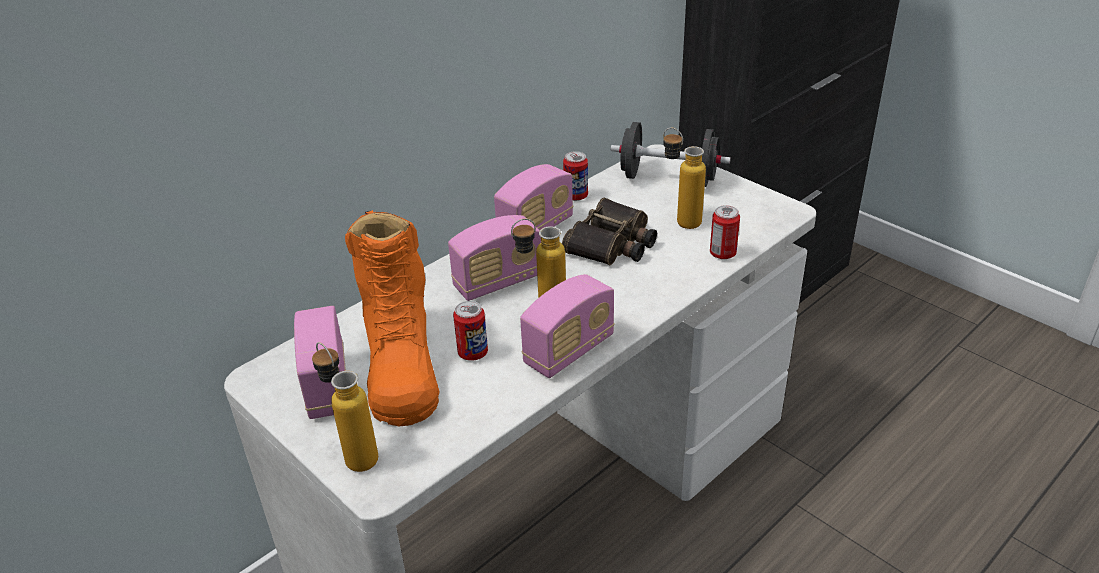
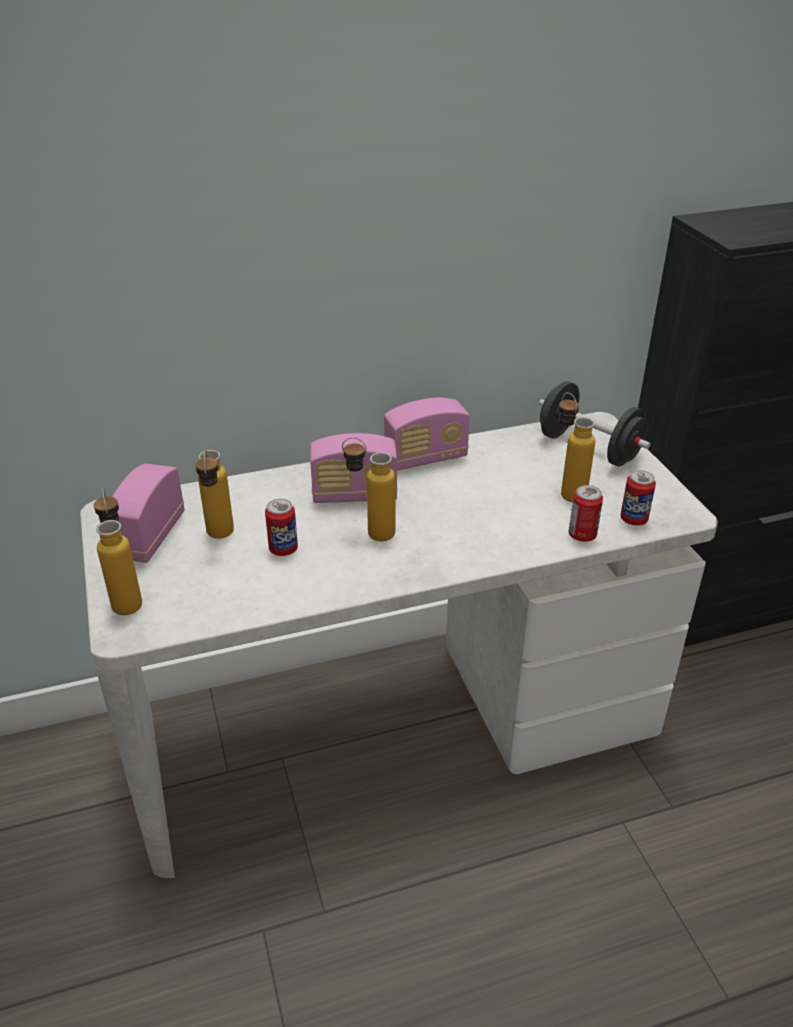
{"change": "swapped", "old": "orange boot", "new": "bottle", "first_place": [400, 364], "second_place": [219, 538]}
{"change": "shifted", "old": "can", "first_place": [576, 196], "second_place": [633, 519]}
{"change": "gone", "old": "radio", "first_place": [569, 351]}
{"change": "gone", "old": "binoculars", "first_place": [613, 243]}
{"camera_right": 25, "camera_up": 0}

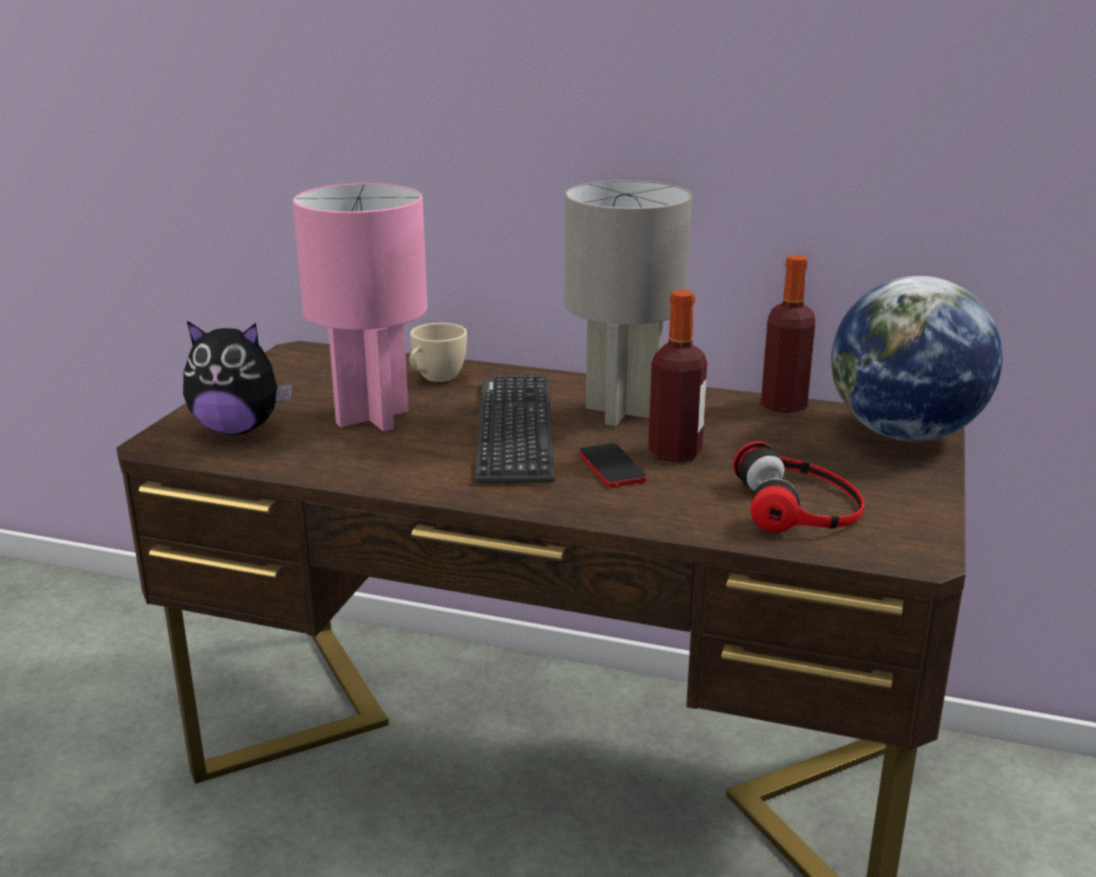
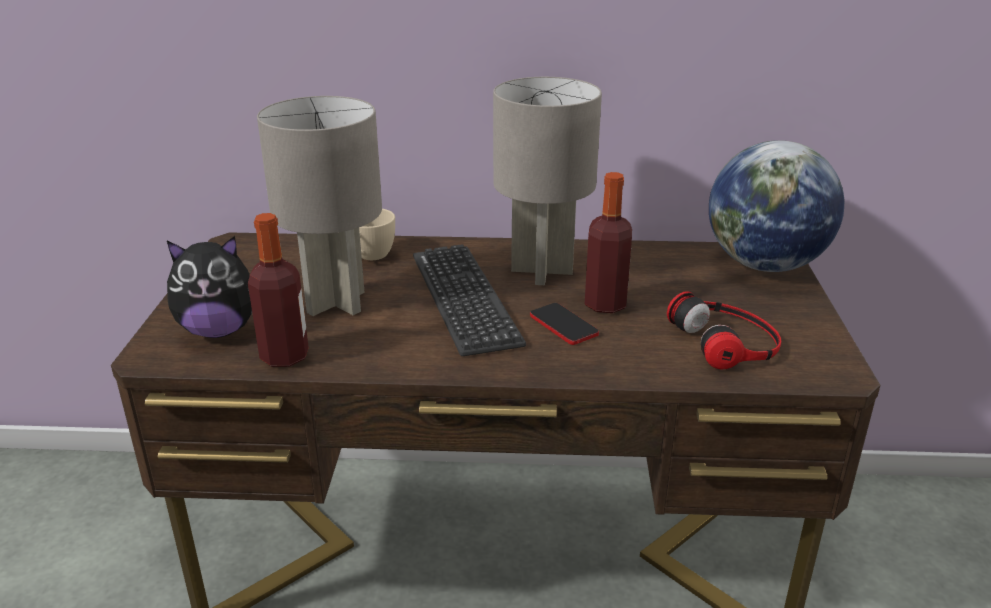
{"change": "shifted", "old": "bottle", "first_place": [784, 405], "second_place": [284, 356]}
{"change": "repainted", "old": "pink table lamp", "new": "grey table lamp", "first_place": [371, 417], "second_place": [334, 302]}
{"camera_right": -15, "camera_up": 5}

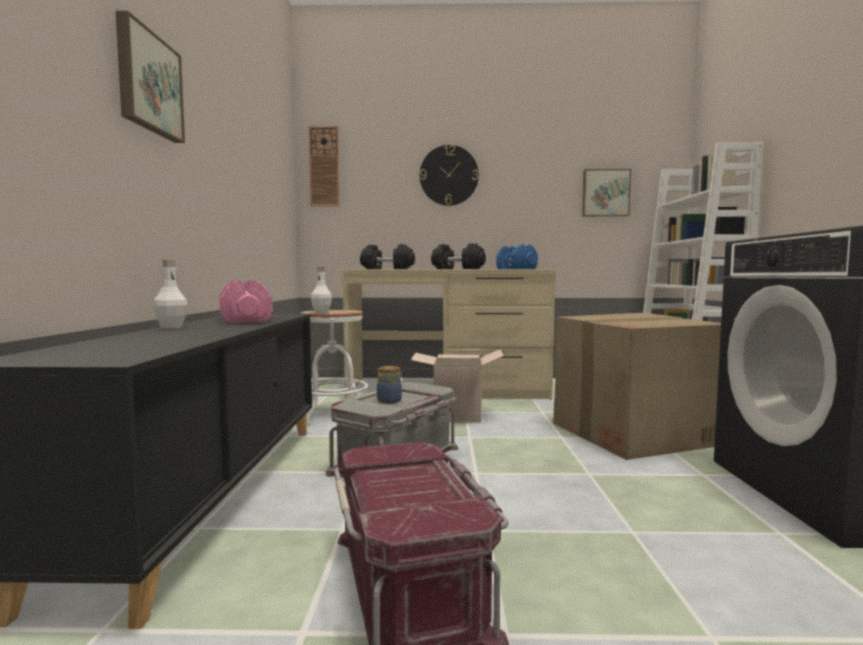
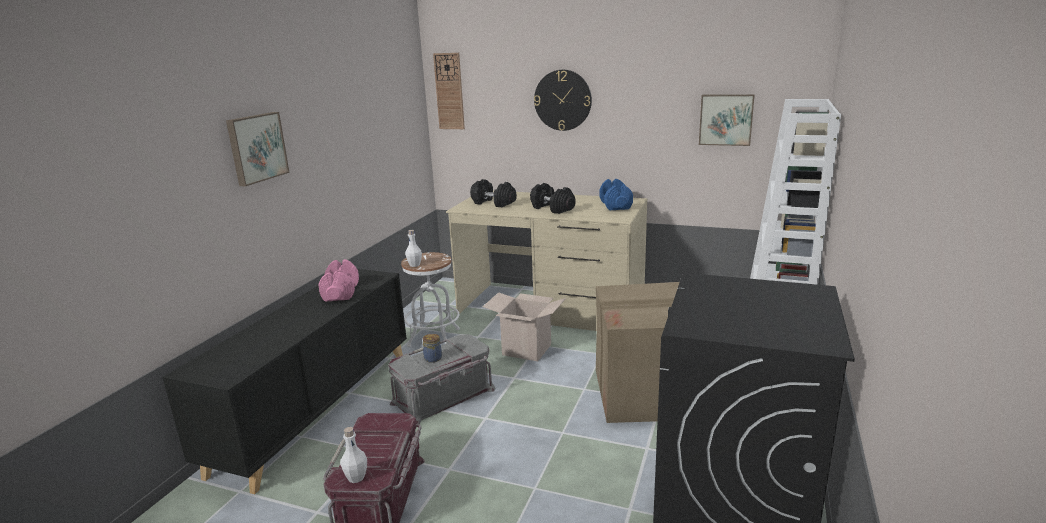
{"change": "shifted", "old": "white bottle", "first_place": [171, 327], "second_place": [356, 477]}
{"camera_right": 20, "camera_up": 15}

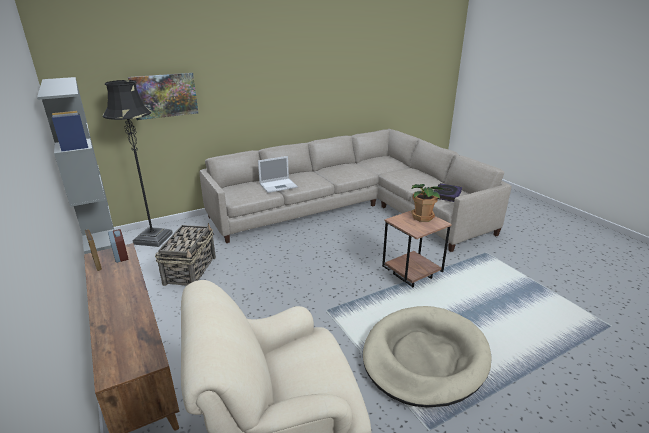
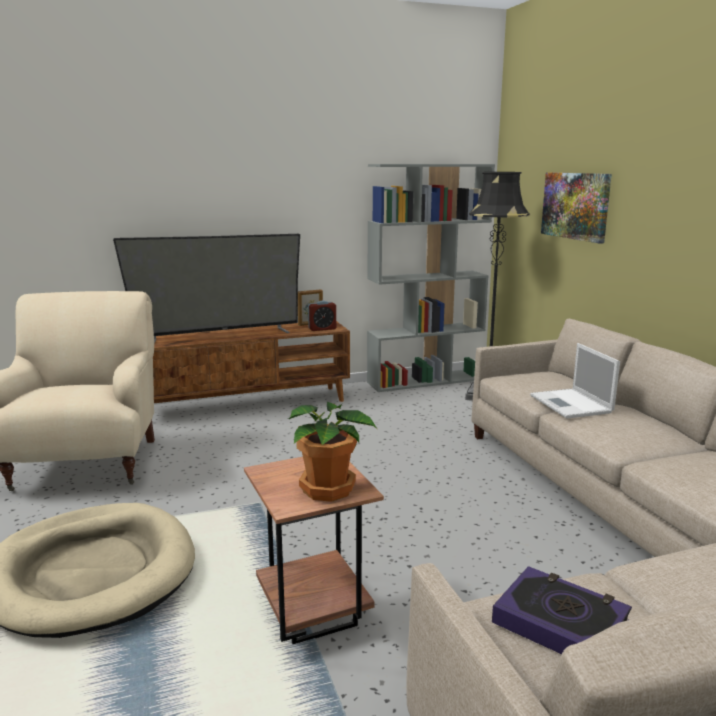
{"change": "new", "new": "television", "second_place": [218, 335]}
{"change": "gone", "old": "basket", "first_place": [190, 270]}
{"camera_right": 100, "camera_up": -10}

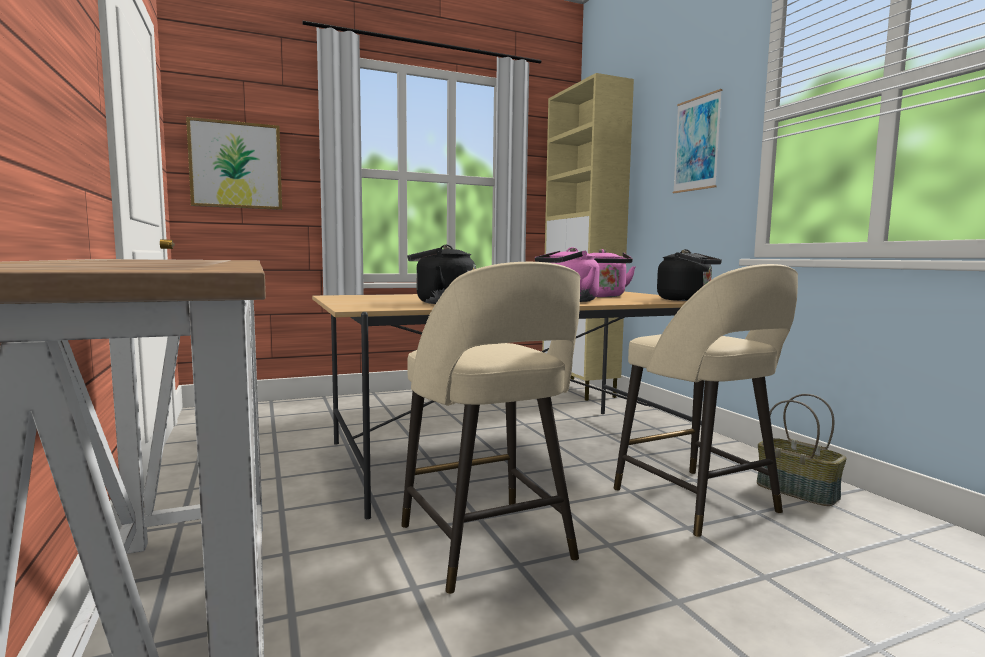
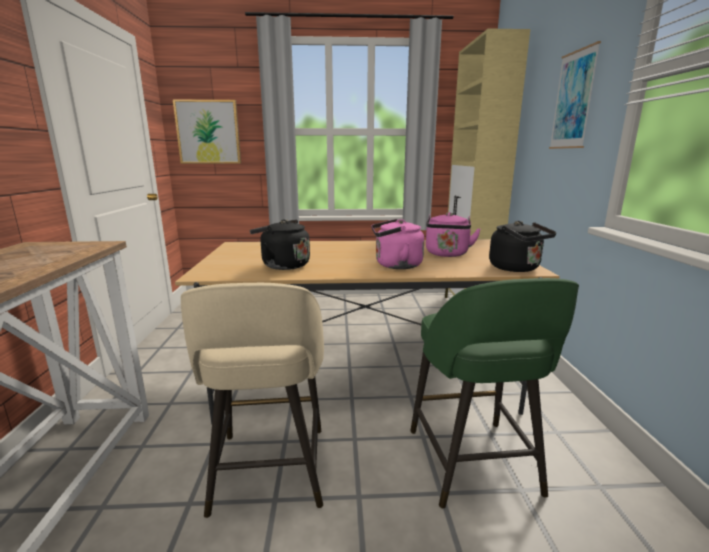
{"change": "repainted", "old": "beige stool", "new": "green stool", "first_place": [698, 502], "second_place": [473, 464]}
{"change": "gone", "old": "basket", "first_place": [798, 491]}
{"camera_right": 20, "camera_up": 10}

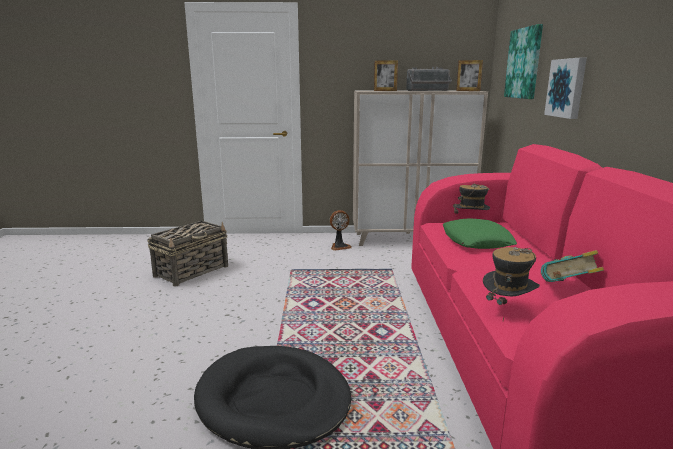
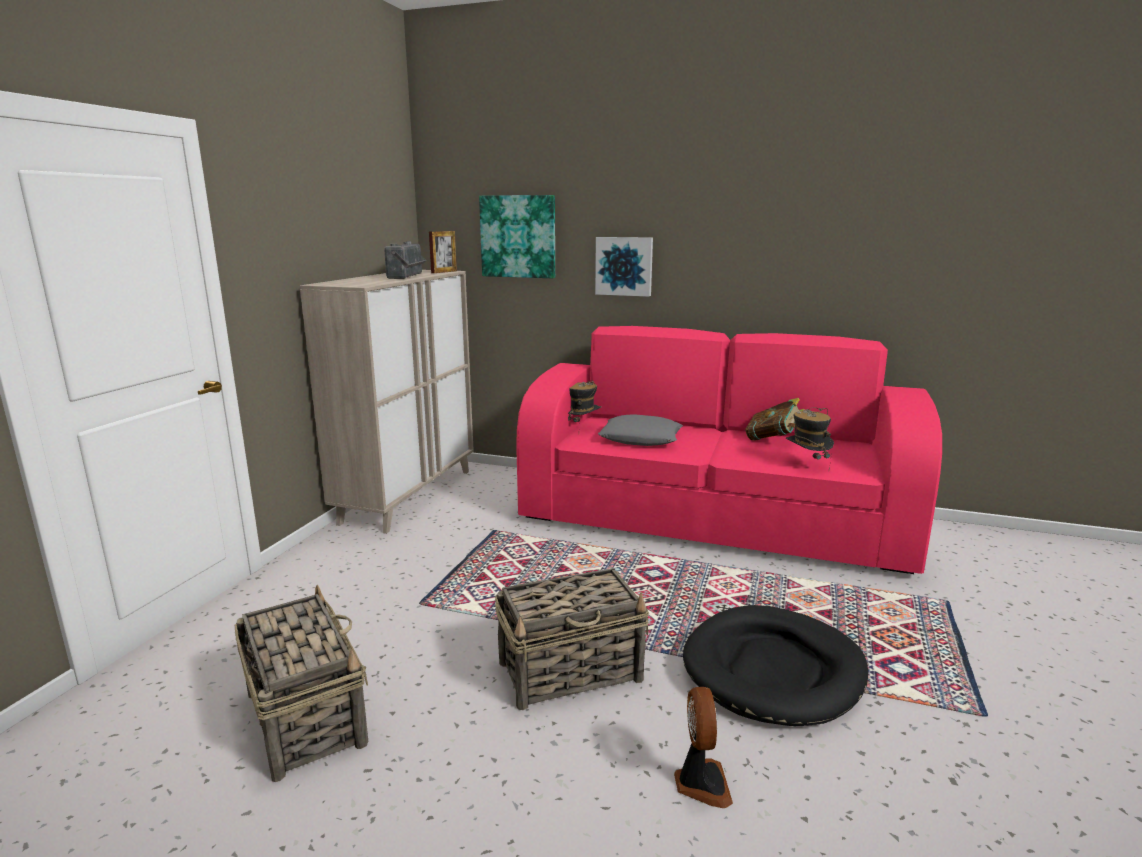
{"change": "new", "new": "basket", "second_place": [572, 671]}
{"change": "repainted", "old": "green pillow", "new": "grey pillow", "first_place": [477, 241], "second_place": [640, 438]}
{"change": "shifted", "old": "fan", "first_place": [339, 246], "second_place": [700, 783]}
{"change": "gone", "old": "picture frame", "first_place": [385, 90]}
{"camera_right": -70, "camera_up": 0}

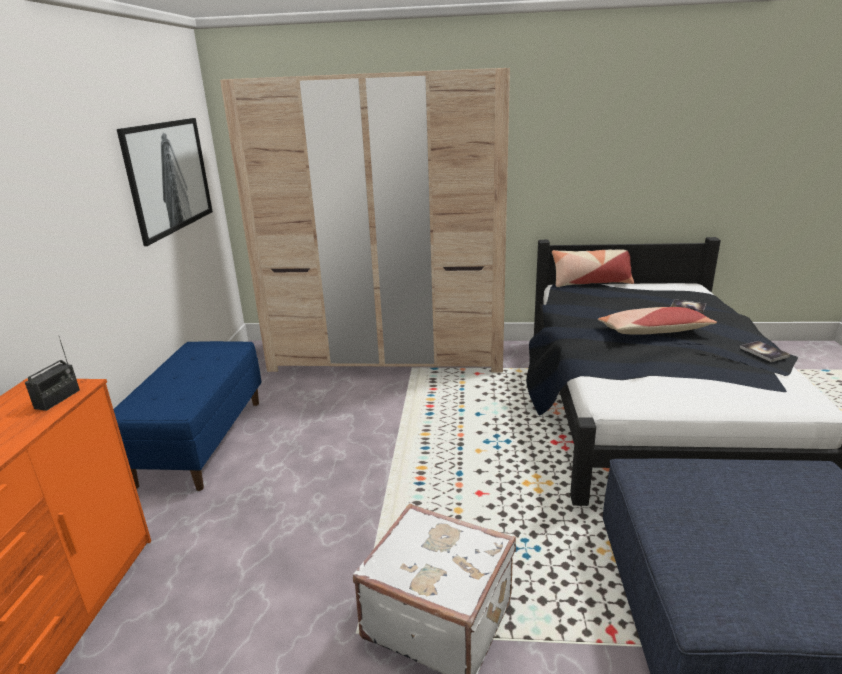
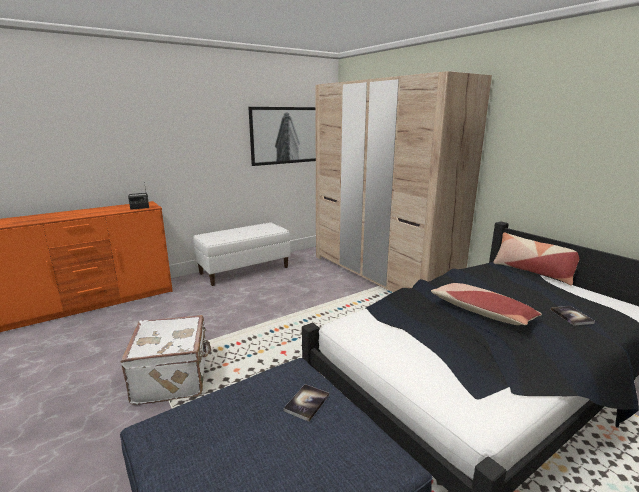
{"change": "repainted", "old": "blue bench", "new": "white bench", "first_place": [201, 440], "second_place": [244, 270]}
{"change": "shifted", "old": "book", "first_place": [764, 352], "second_place": [306, 403]}
{"camera_right": 50, "camera_up": -5}

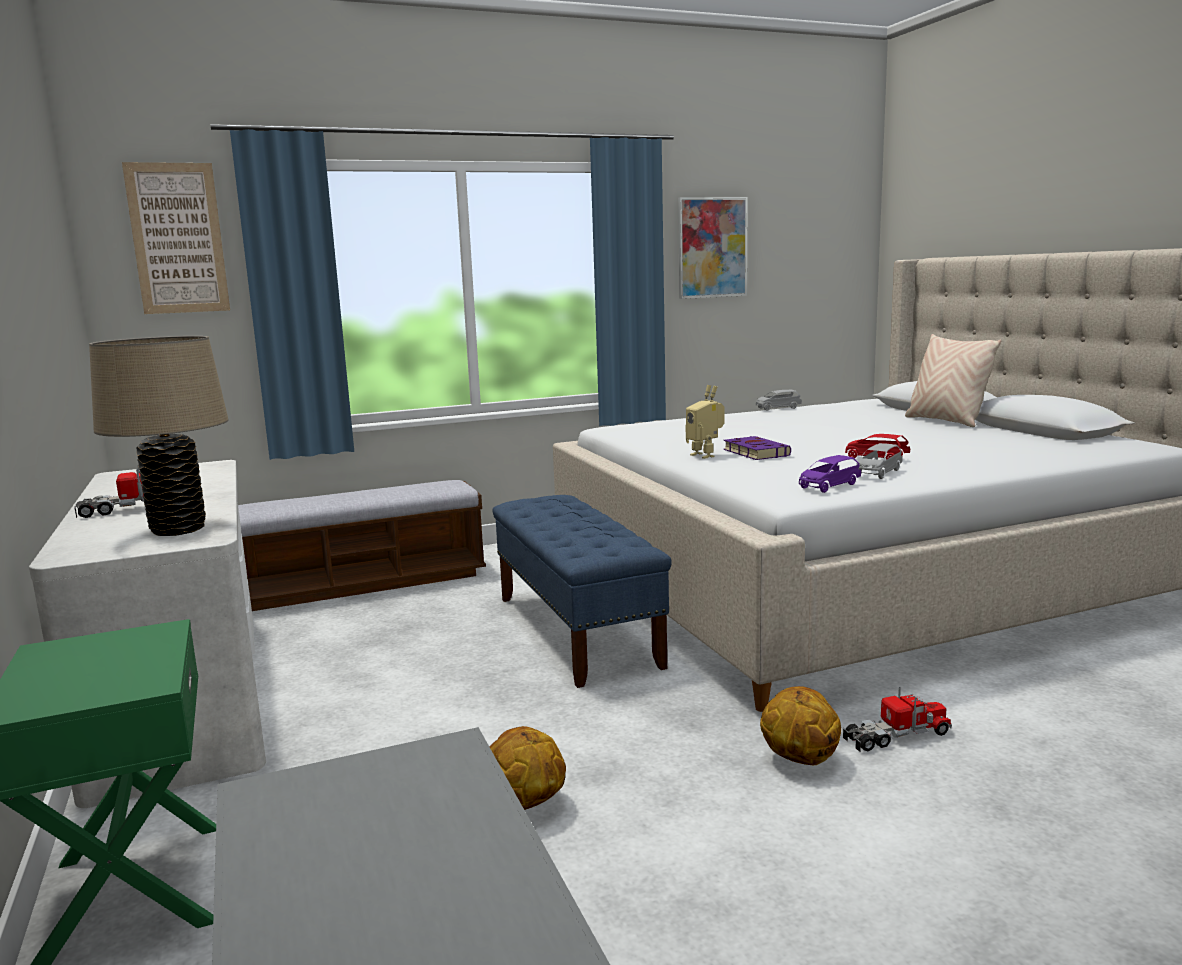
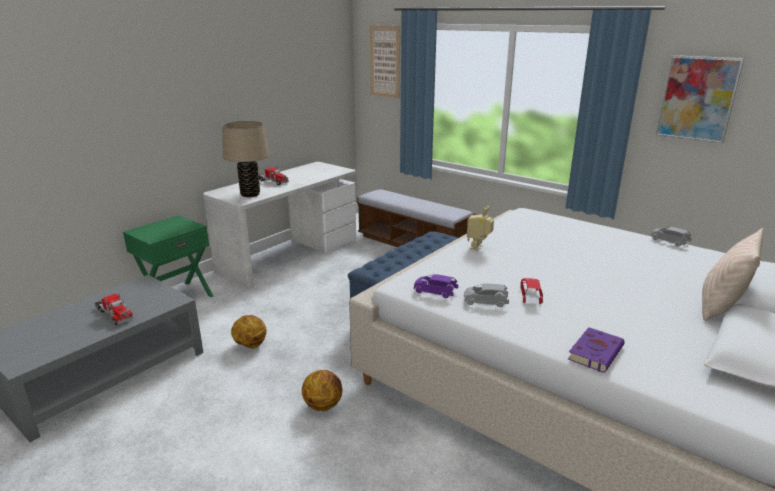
{"change": "shifted", "old": "toy truck", "first_place": [896, 736], "second_place": [114, 314]}
{"change": "shifted", "old": "purple book", "first_place": [754, 452], "second_place": [596, 352]}
{"camera_right": 60, "camera_up": 10}

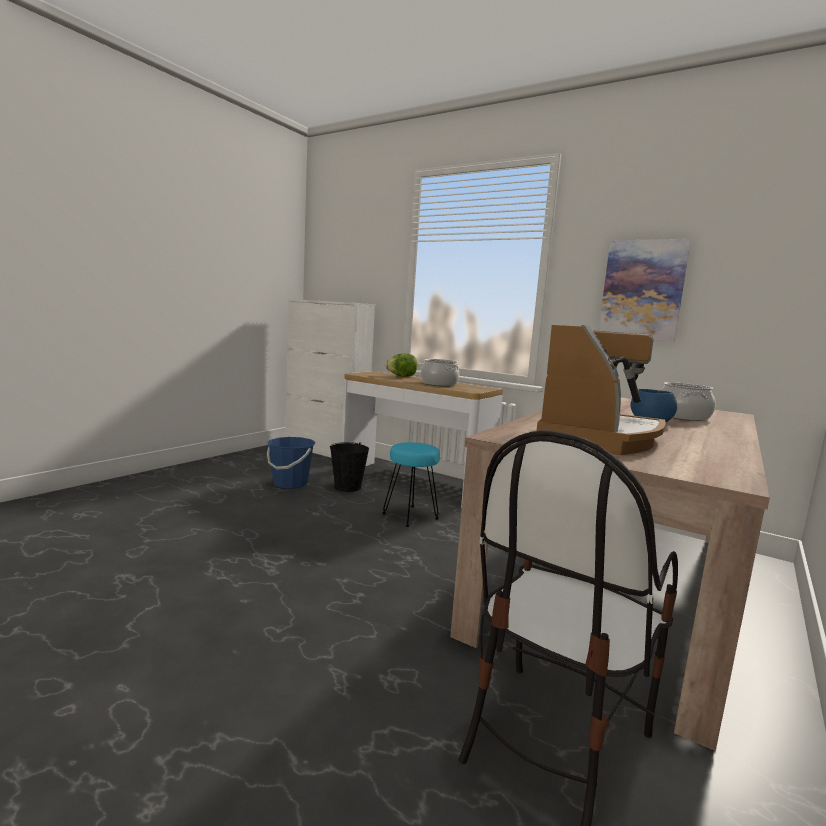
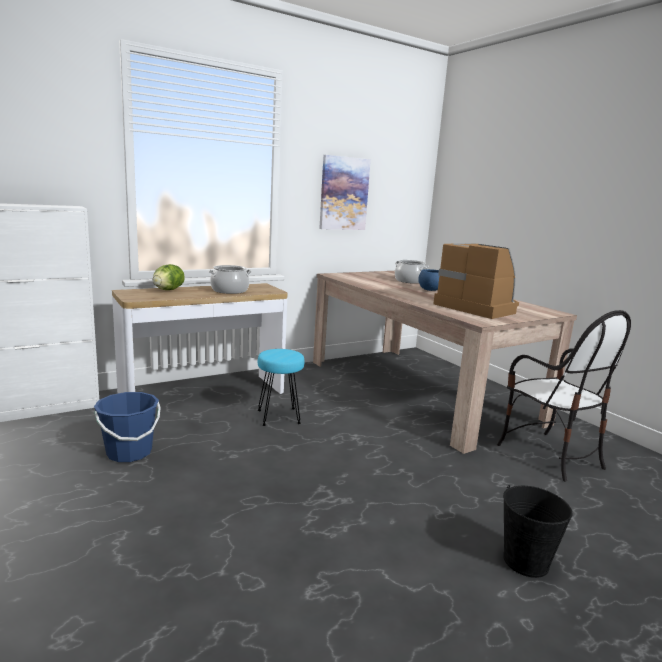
{"change": "shifted", "old": "black bucket", "first_place": [348, 487], "second_place": [526, 561]}
{"camera_right": -65, "camera_up": 5}

